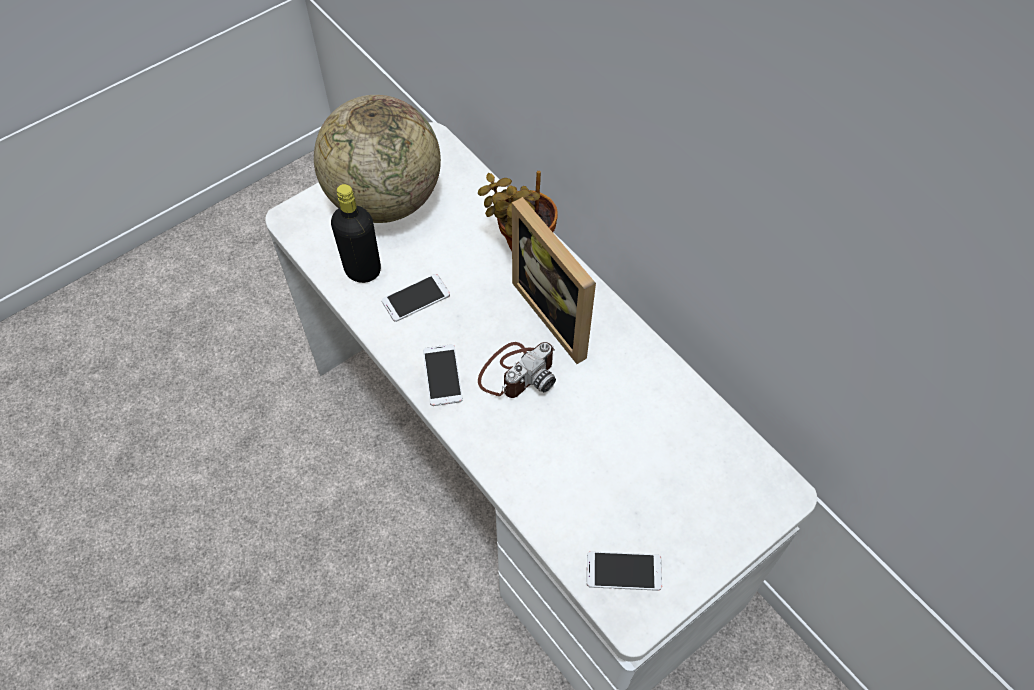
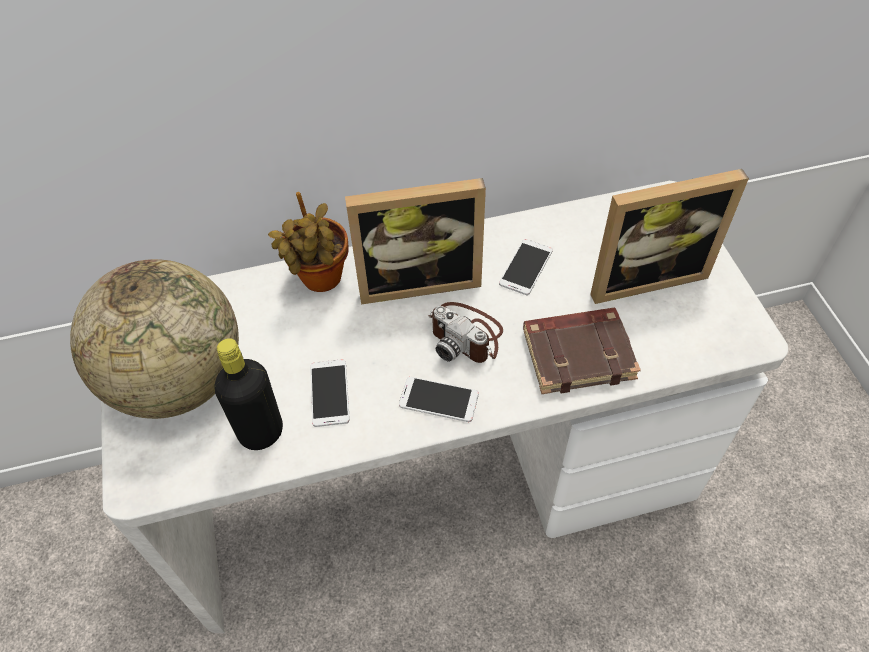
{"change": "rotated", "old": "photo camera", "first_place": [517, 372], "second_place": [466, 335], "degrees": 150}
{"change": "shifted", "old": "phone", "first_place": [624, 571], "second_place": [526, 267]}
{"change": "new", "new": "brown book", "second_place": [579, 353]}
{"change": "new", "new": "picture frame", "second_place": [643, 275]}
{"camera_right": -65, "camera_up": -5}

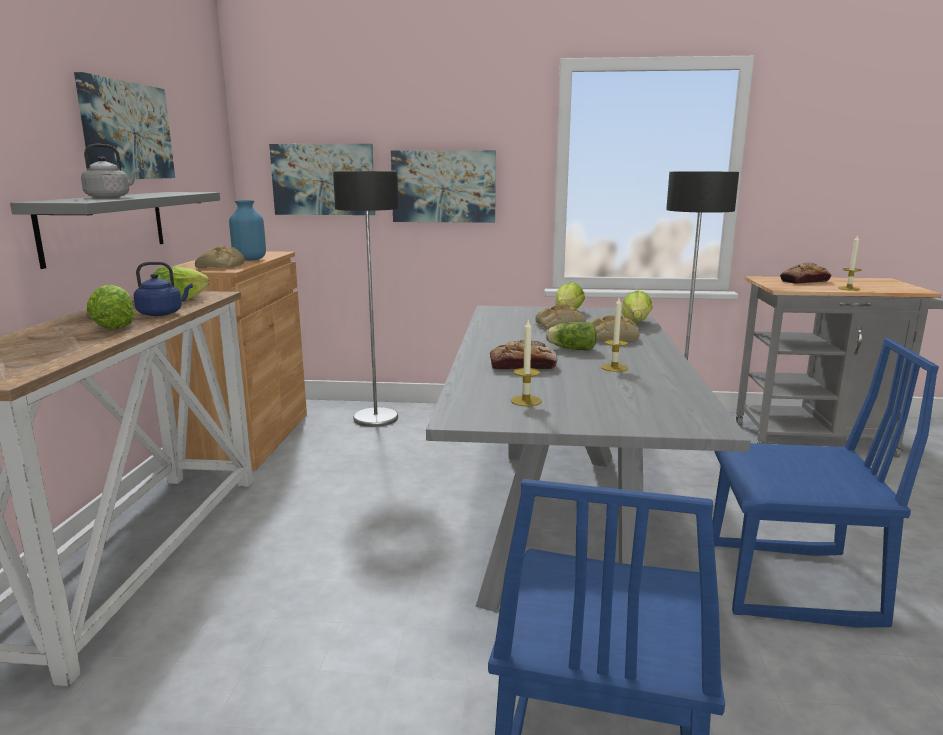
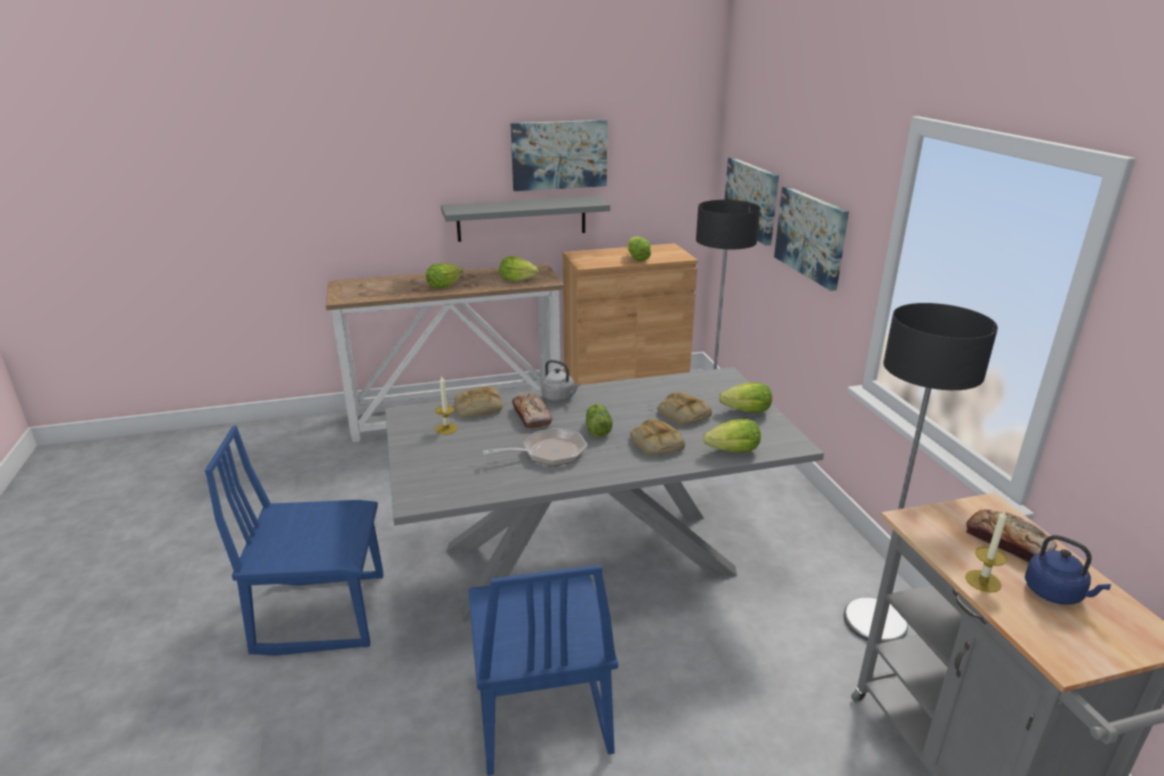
{"change": "shifted", "old": "bread", "first_place": [221, 266], "second_place": [478, 408]}
{"change": "swapped", "old": "candle", "new": "frying pan", "first_place": [614, 367], "second_place": [548, 453]}
{"change": "shifted", "old": "grey kettle", "first_place": [110, 197], "second_place": [560, 398]}
{"change": "swapped", "old": "blue vase", "new": "lettuce", "first_place": [250, 259], "second_place": [637, 259]}
{"change": "shifted", "old": "blue kettle", "first_place": [163, 313], "second_place": [1056, 594]}
{"camera_right": 70, "camera_up": 10}

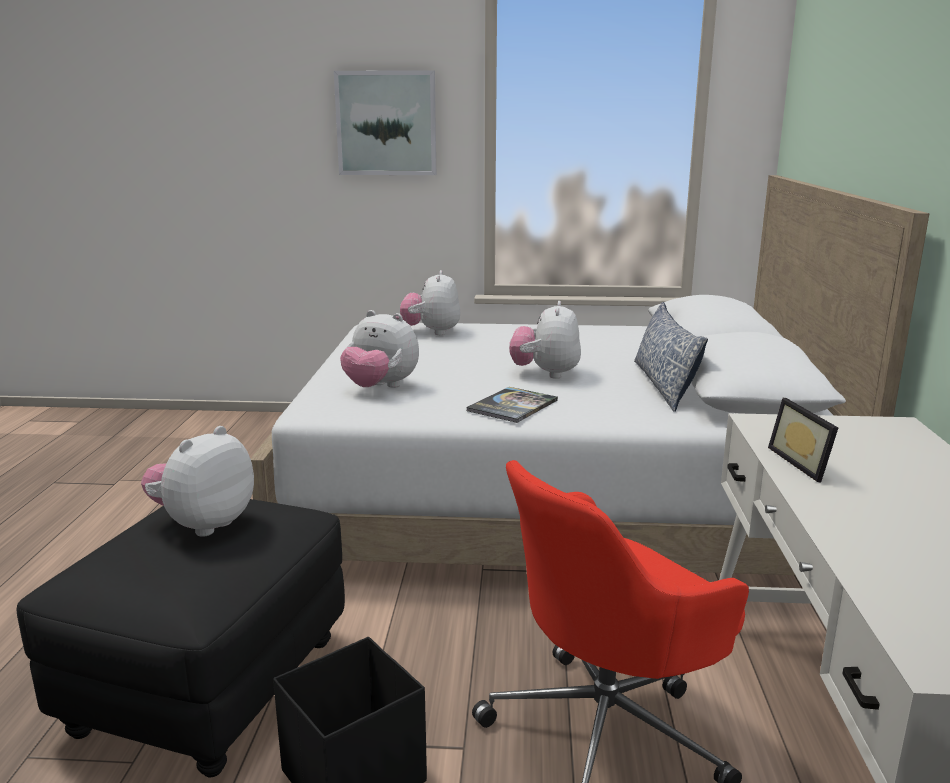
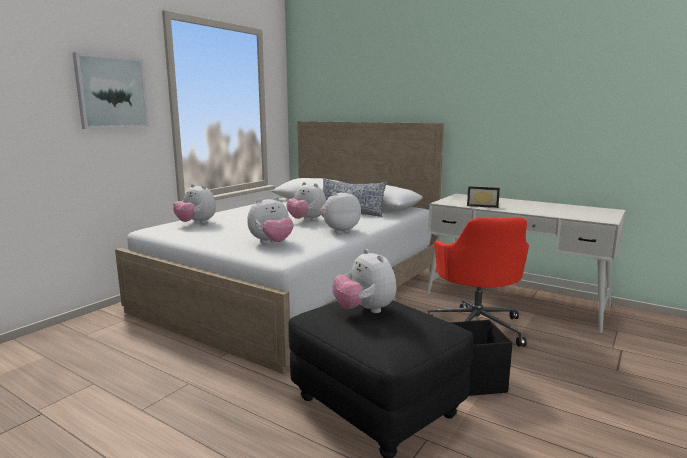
{"change": "swapped", "old": "book", "new": "plush toy", "first_place": [512, 406], "second_place": [339, 230]}
{"camera_right": -60, "camera_up": -5}

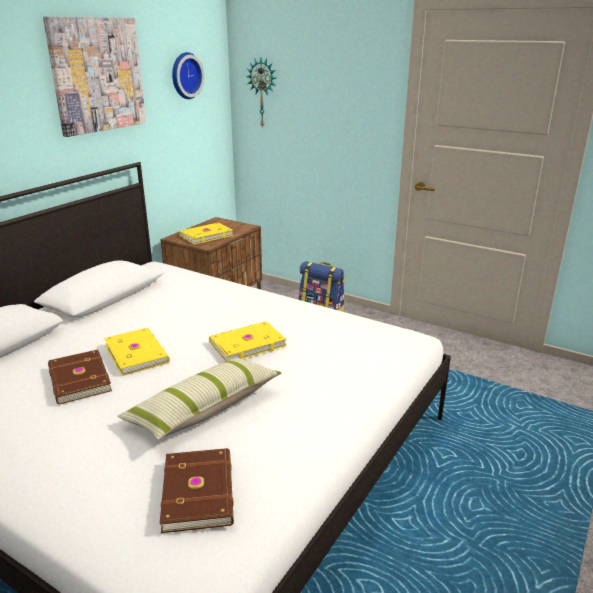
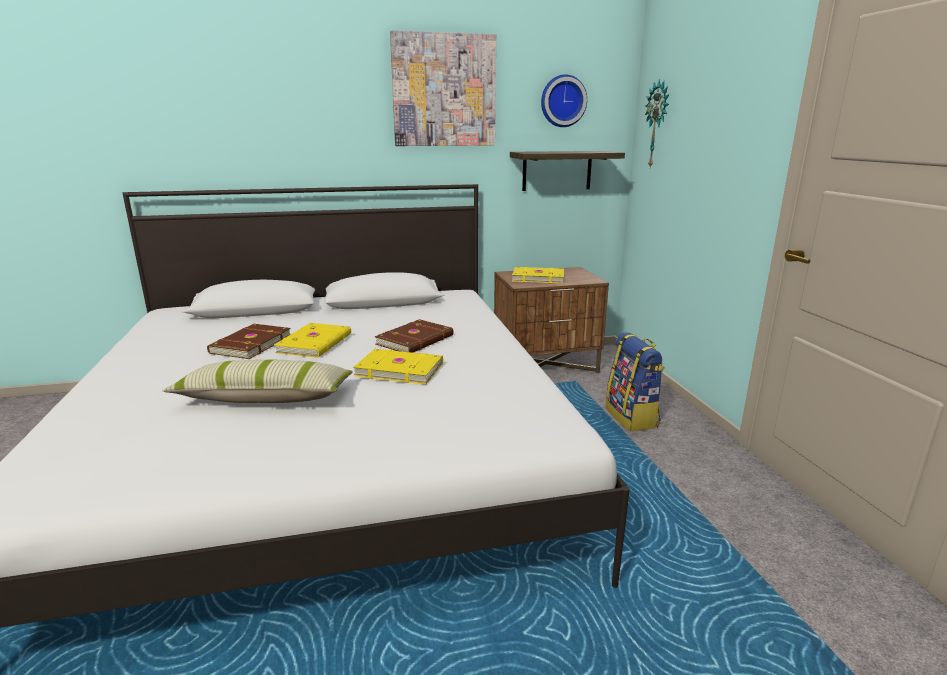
{"change": "shifted", "old": "brown book", "first_place": [200, 491], "second_place": [416, 340]}
{"change": "new", "new": "shelf", "second_place": [557, 170]}
{"camera_right": 45, "camera_up": -5}

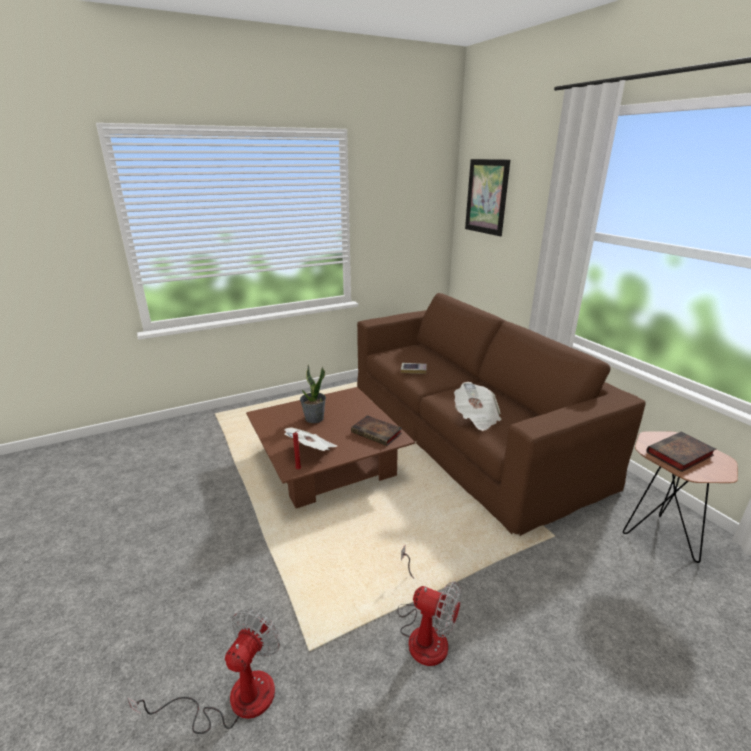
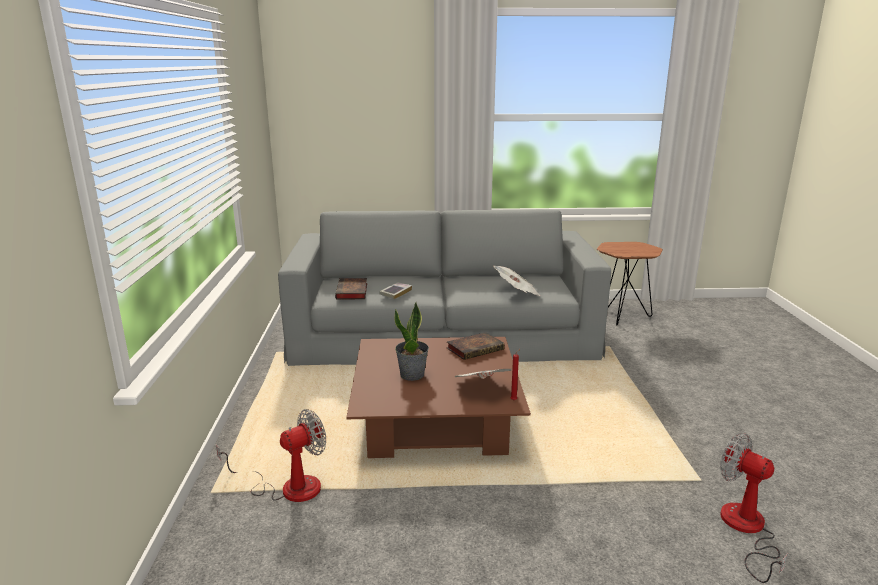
{"change": "shifted", "old": "fan", "first_place": [423, 631], "second_place": [288, 487]}
{"change": "repainted", "old": "brown sofa", "new": "grey sofa", "first_place": [466, 429], "second_place": [443, 334]}
{"change": "shifted", "old": "book", "first_place": [679, 455], "second_place": [352, 292]}
{"change": "gone", "old": "picture", "first_place": [486, 197]}
{"camera_right": -65, "camera_up": -5}

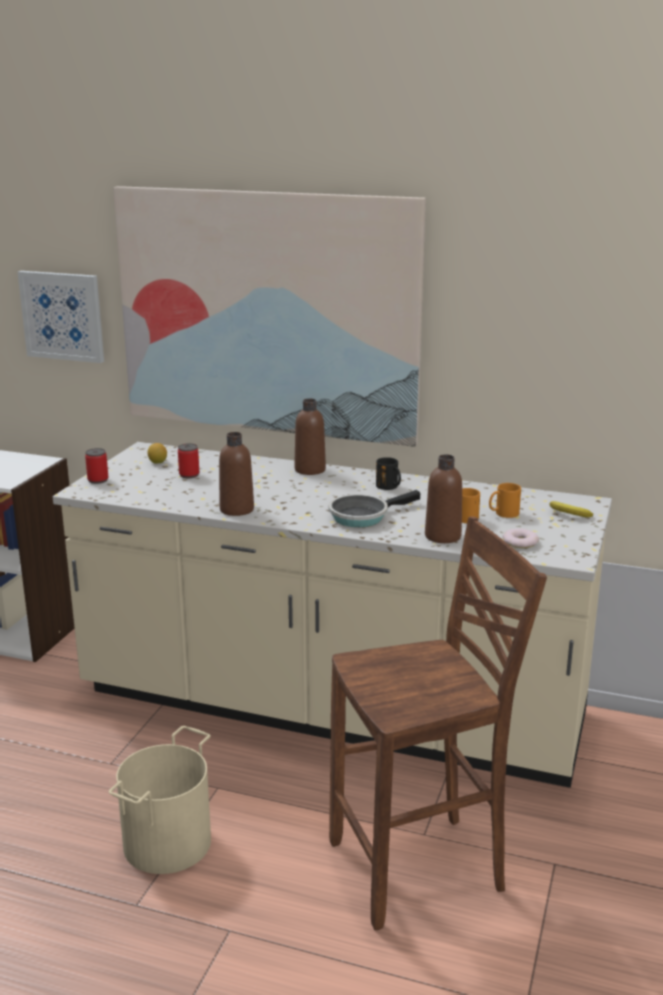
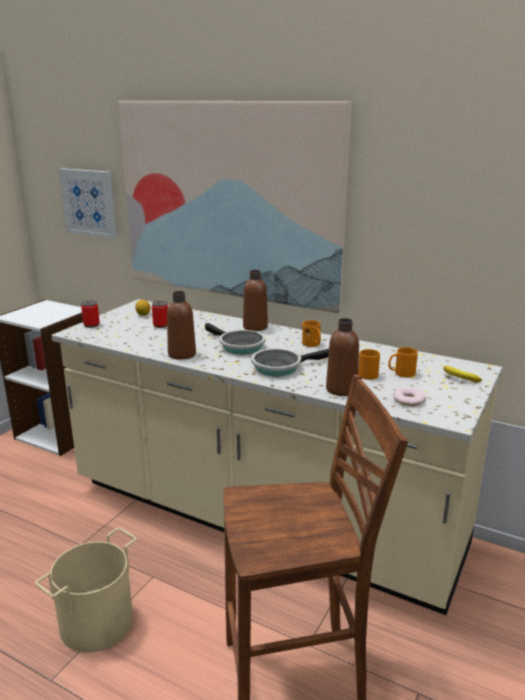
{"change": "new", "new": "frying pan", "second_place": [238, 346]}
{"change": "repainted", "old": "black mug", "new": "orange mug", "first_place": [390, 487], "second_place": [313, 345]}
{"camera_right": 10, "camera_up": 0}

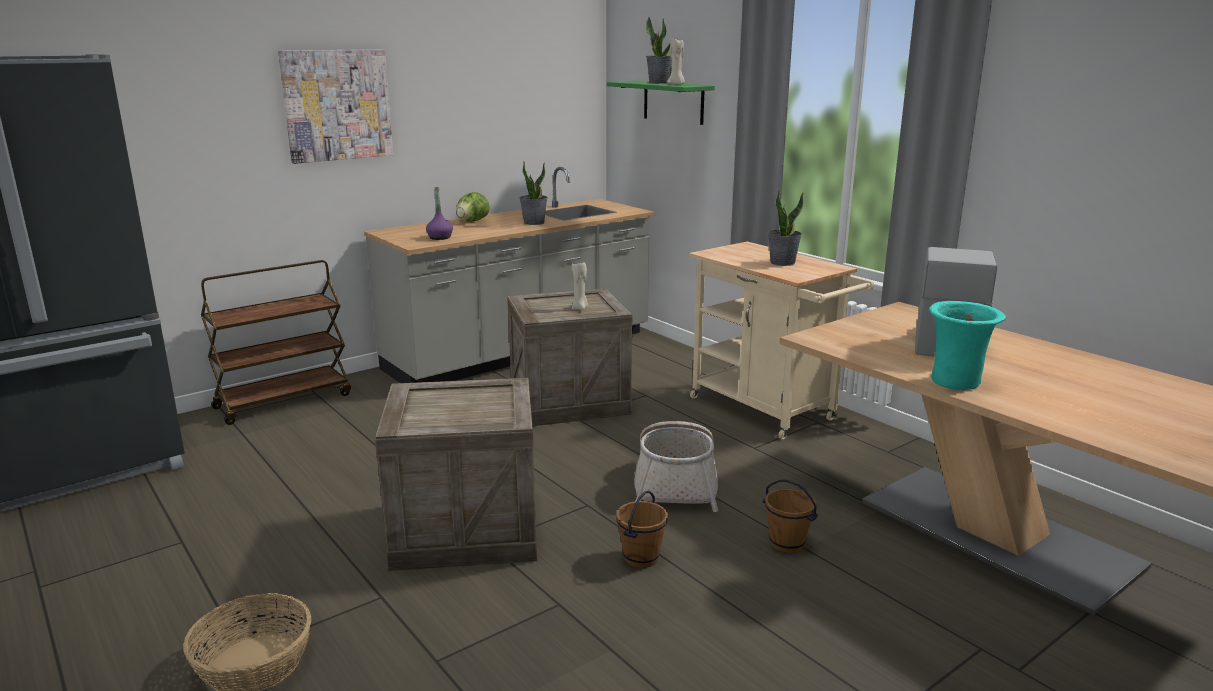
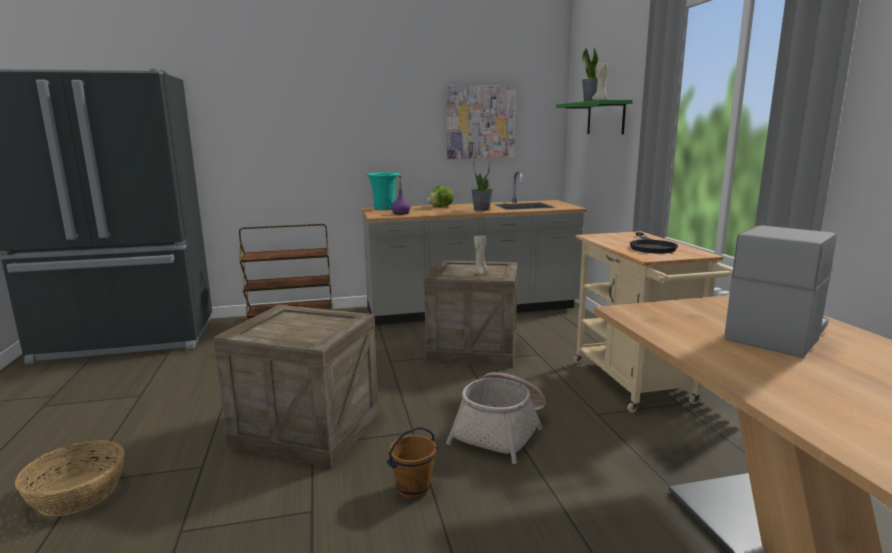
{"change": "shifted", "old": "turquoise vase", "first_place": [957, 383], "second_place": [384, 208]}
{"change": "shifted", "old": "picture", "first_place": [337, 105], "second_place": [480, 122]}
{"change": "swapped", "old": "potted plant", "new": "black frying pan", "first_place": [782, 262], "second_place": [651, 247]}
{"change": "gone", "old": "brown bucket", "first_place": [786, 544]}
{"camera_right": 25, "camera_up": -5}

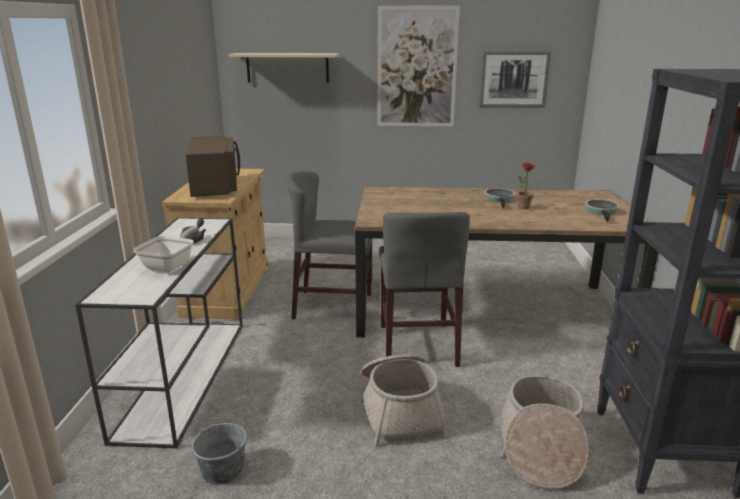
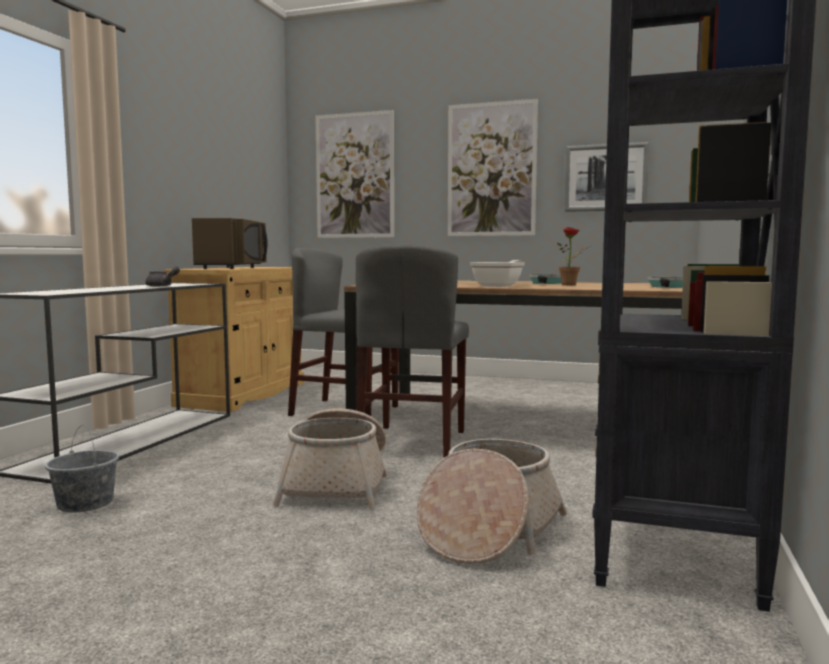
{"change": "swapped", "old": "beige shelf", "new": "picture", "first_place": [287, 67], "second_place": [354, 176]}
{"change": "shifted", "old": "frying pan", "first_place": [171, 265], "second_place": [500, 286]}
{"camera_right": 15, "camera_up": -15}

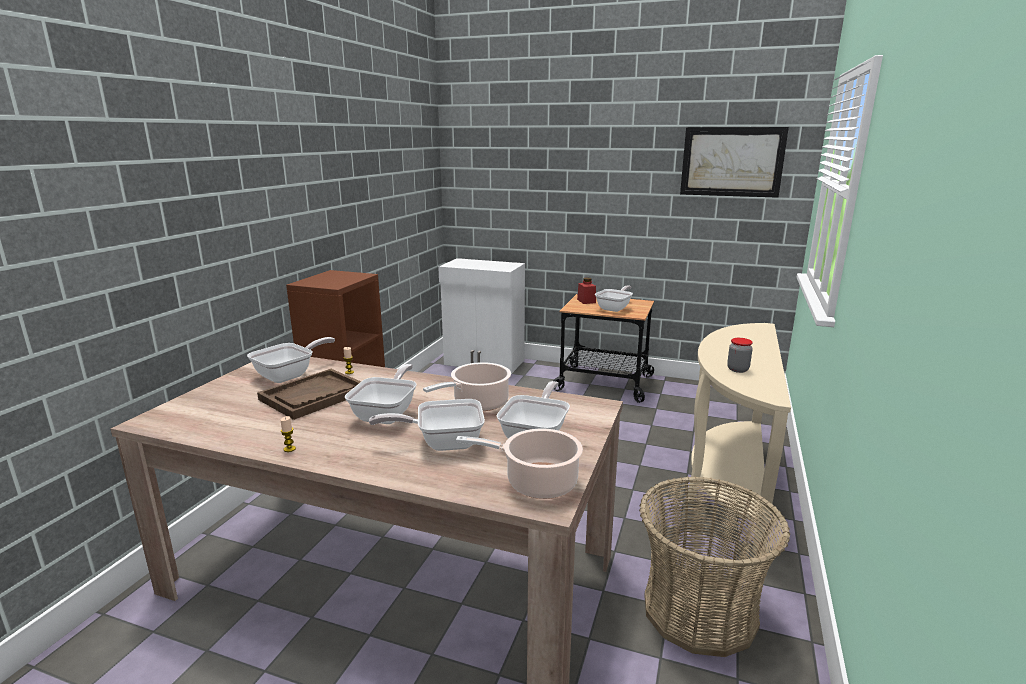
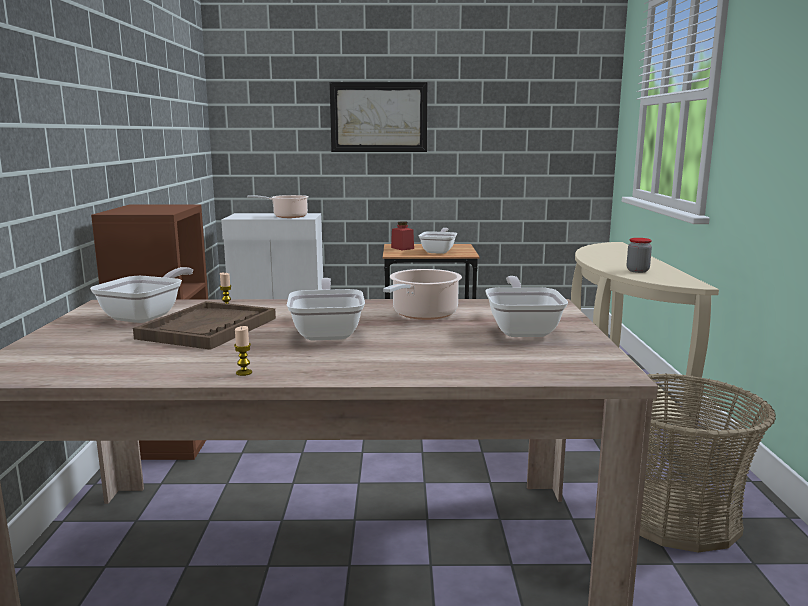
{"change": "shifted", "old": "cooking pot", "first_place": [536, 483], "second_place": [288, 216]}
{"change": "shifted", "old": "picture", "first_place": [732, 161], "second_place": [378, 117]}
{"change": "gone", "old": "frying pan", "first_place": [442, 443]}
{"camera_right": -20, "camera_up": -5}

